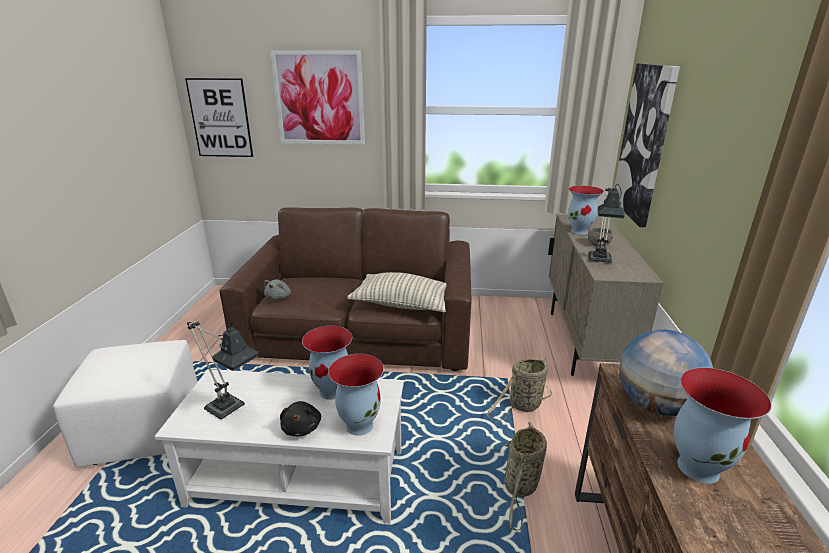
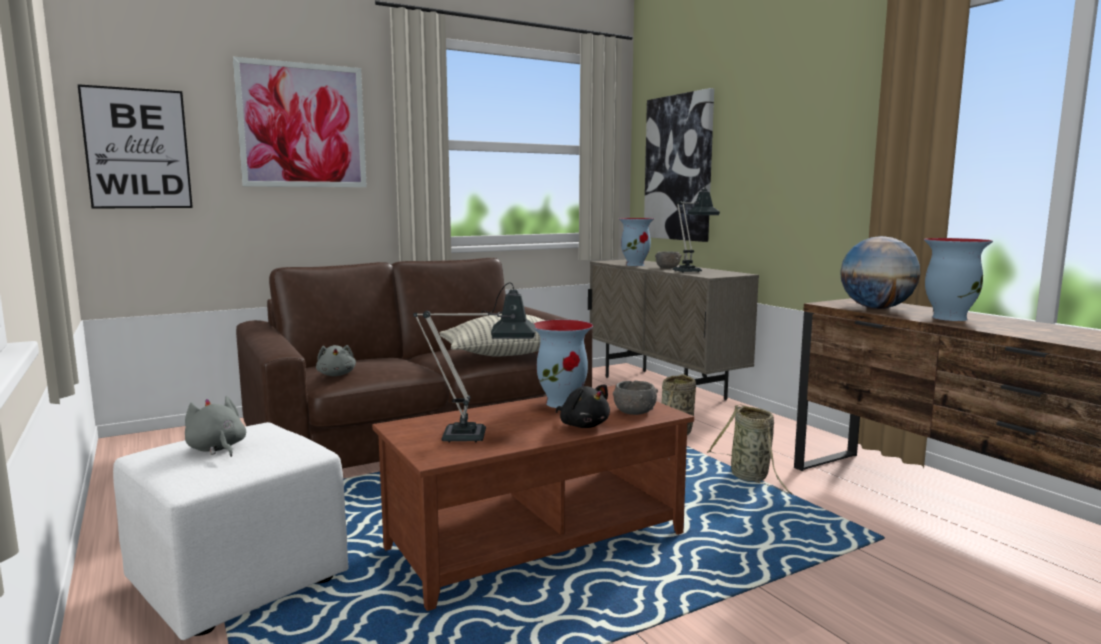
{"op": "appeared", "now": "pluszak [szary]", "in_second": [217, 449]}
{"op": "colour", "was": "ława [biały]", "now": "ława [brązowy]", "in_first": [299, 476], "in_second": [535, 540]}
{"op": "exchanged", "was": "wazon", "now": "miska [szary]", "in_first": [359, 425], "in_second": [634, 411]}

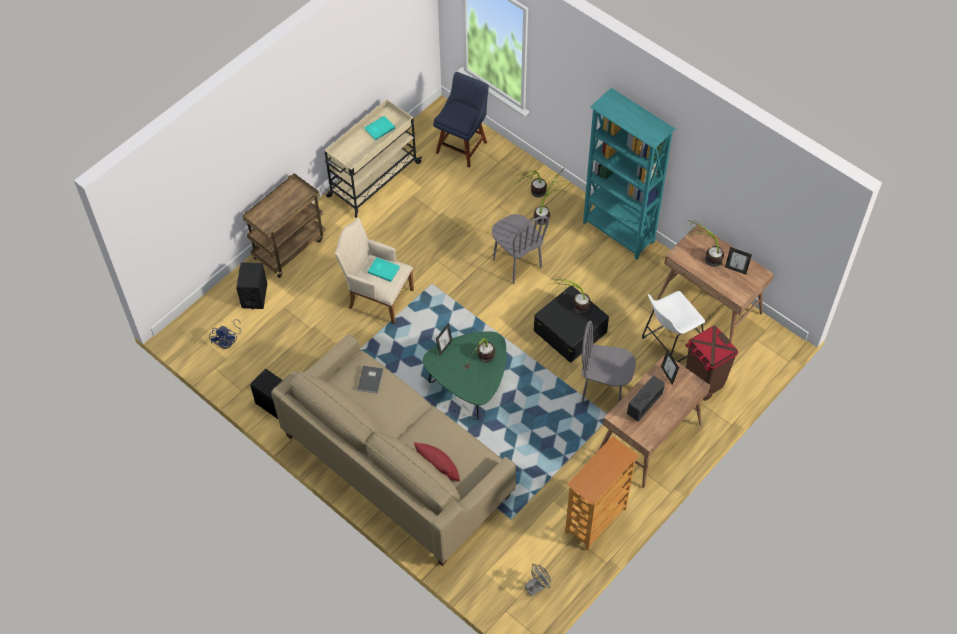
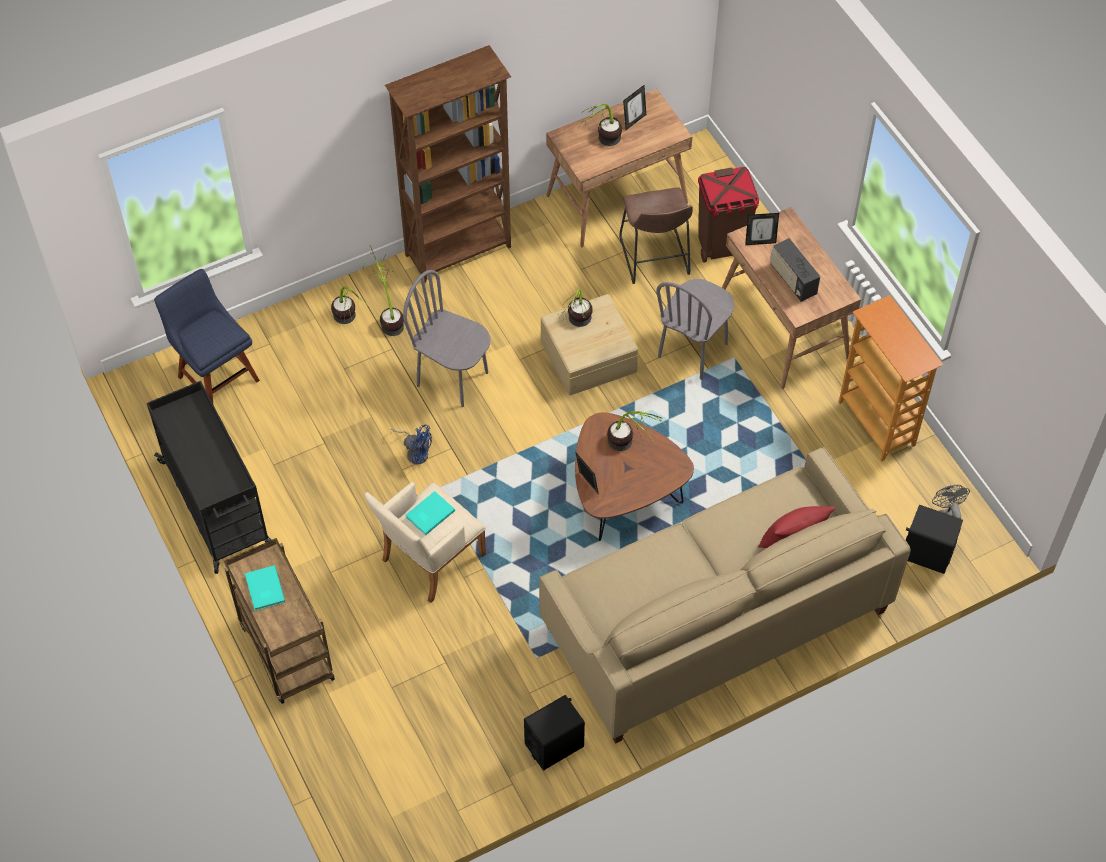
{"op": "colour", "was": "wózek [beżowy]", "now": "wózek [czarny]", "in_first": [373, 180], "in_second": [217, 505]}
{"op": "relocated", "was": "książka [turkusowy]", "in_first": [379, 128], "in_second": [264, 589]}
{"op": "colour", "was": "regał [turkusowy]", "now": "regał [brązowy]", "in_first": [618, 233], "in_second": [459, 251]}
{"op": "relocated", "was": "wentylator [niebieski]", "in_first": [228, 341], "in_second": [415, 452]}
{"op": "spun", "was": "krzesło [szary]", "in_first": [517, 263], "in_second": [453, 378], "clockwise": -135}
{"op": "colour", "was": "pojemnik do przechowywania [czarny]", "now": "pojemnik do przechowywania [beżowy]", "in_first": [570, 330], "in_second": [587, 356]}
{"op": "colour", "was": "ława [zielony]", "now": "ława [brązowy]", "in_first": [469, 385], "in_second": [624, 495]}
{"op": "colour", "was": "stołek [biały]", "now": "stołek [brązowy]", "in_first": [669, 344], "in_second": [654, 260]}
{"op": "relocated", "was": "głośnik [czarny]", "in_first": [254, 296], "in_second": [926, 553]}
{"op": "missing", "was": "książka [szary]", "in_first": [371, 379]}

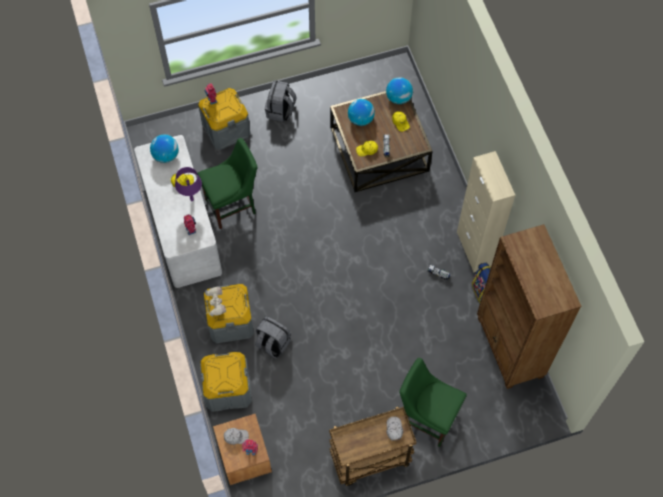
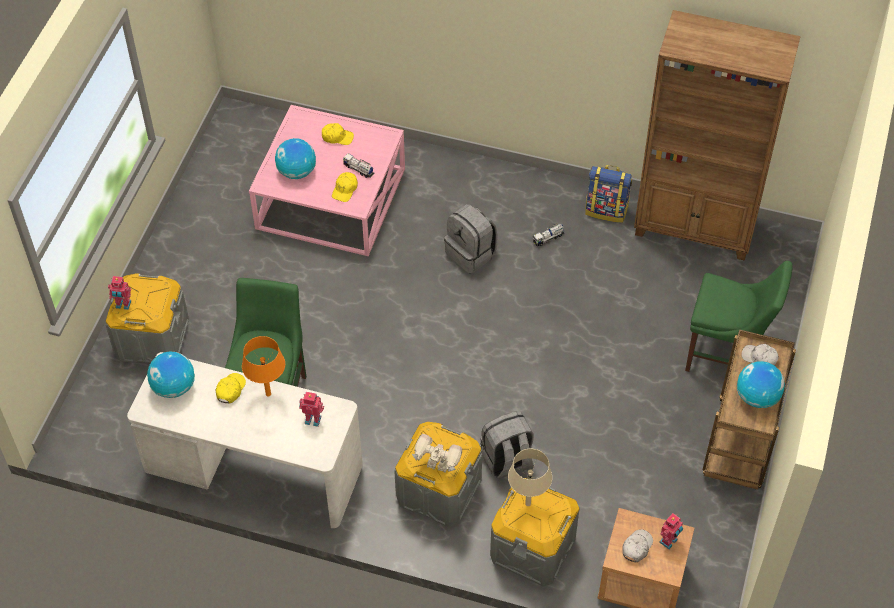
{"op": "colour", "was": "lampa stołowa [fioletowy]", "now": "lampa stołowa [pomarańczowy]", "in_first": [192, 199], "in_second": [268, 394]}
{"op": "colour", "was": "ława [brązowy]", "now": "ława [różowy]", "in_first": [379, 148], "in_second": [330, 198]}
{"op": "relocated", "was": "plecak [szary]", "in_first": [280, 110], "in_second": [471, 253]}
{"op": "appeared", "now": "lampa stołowa [beżowy]", "in_second": [527, 504]}
{"op": "spun", "was": "krzesło [zielony]", "in_first": [427, 417], "in_second": [726, 357], "clockwise": -135}
{"op": "relocated", "was": "globus", "in_first": [398, 98], "in_second": [757, 397]}
{"op": "missing", "was": "szafka [beżowy]", "in_first": [474, 249]}

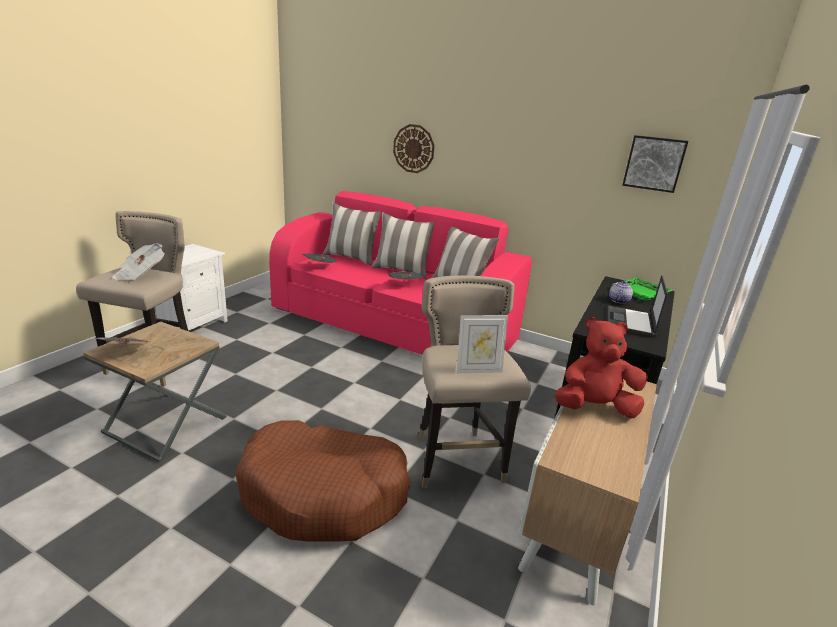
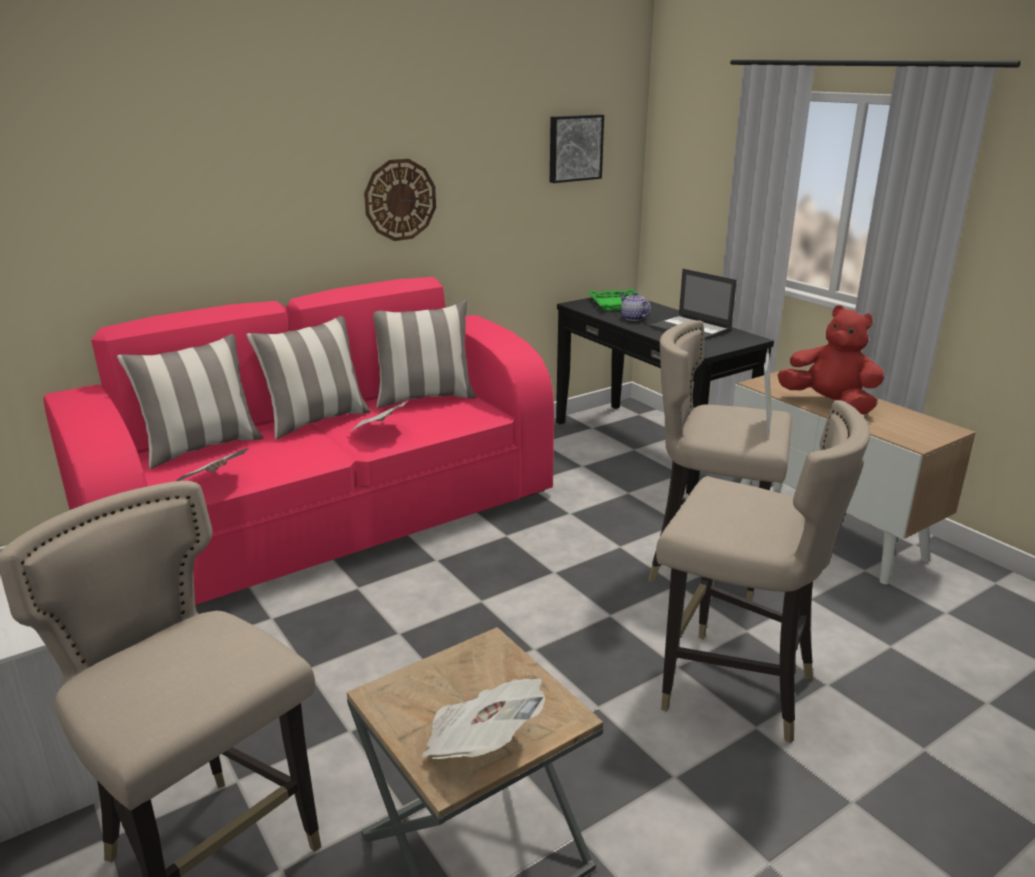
{"op": "relocated", "was": "zegar ścienny", "in_first": [413, 148], "in_second": [400, 200]}
{"op": "exchanged", "was": "legowisko [brązowy]", "now": "stołek [beżowy]", "in_first": [324, 492], "in_second": [735, 688]}
{"op": "spun", "was": "pluszak [czerwony]", "in_first": [594, 408], "in_second": [829, 404], "clockwise": 105}
{"op": "missing", "was": "gazeta", "in_first": [140, 274]}

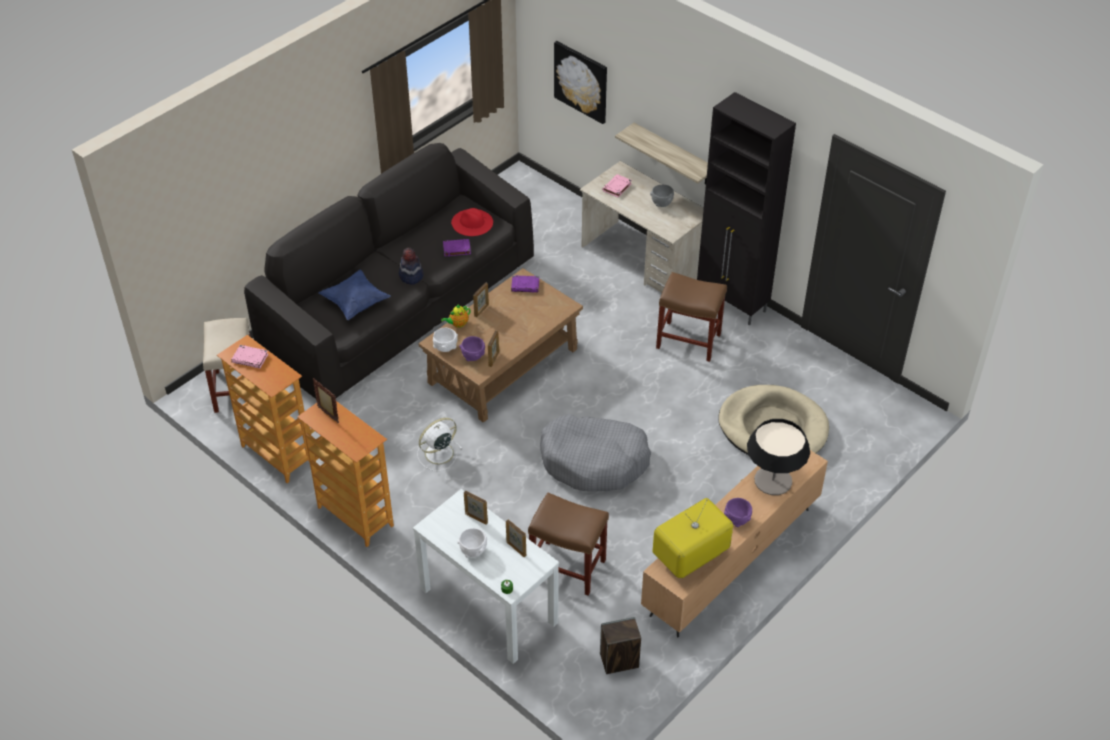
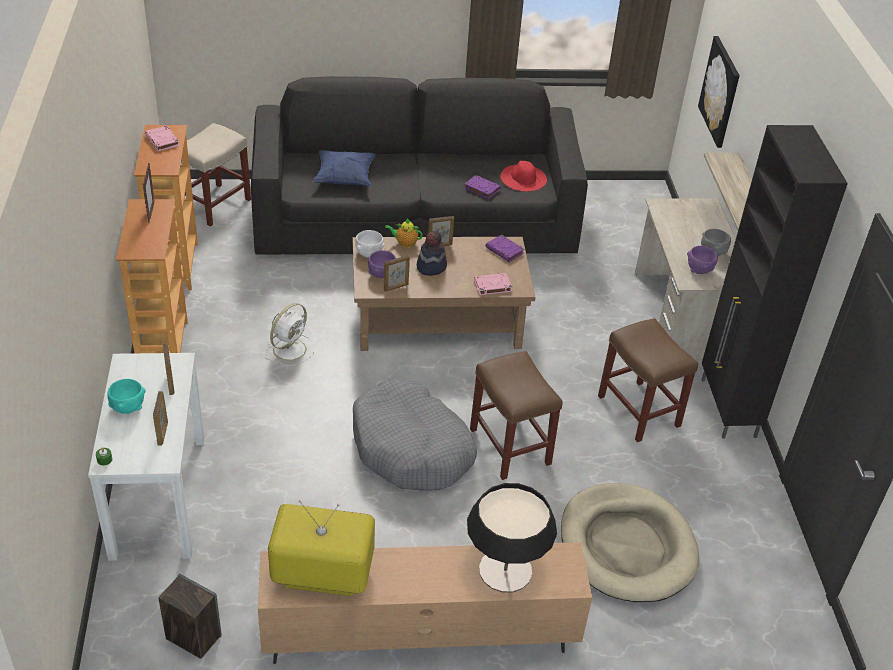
{"op": "colour", "was": "miska [biały]", "now": "miska [turkusowy]", "in_first": [473, 550], "in_second": [128, 407]}
{"op": "spun", "was": "wentylator [biały]", "in_first": [438, 454], "in_second": [290, 349], "clockwise": 120}
{"op": "relocated", "was": "kapelusz", "in_first": [411, 276], "in_second": [431, 266]}
{"op": "relocated", "was": "stołek [brązowy]", "in_first": [568, 567], "in_second": [511, 447]}
{"op": "relocated", "was": "książka [różowy]", "in_first": [617, 187], "in_second": [492, 286]}
{"op": "relocated", "was": "miska [fioletowy]", "in_first": [737, 520], "in_second": [699, 270]}

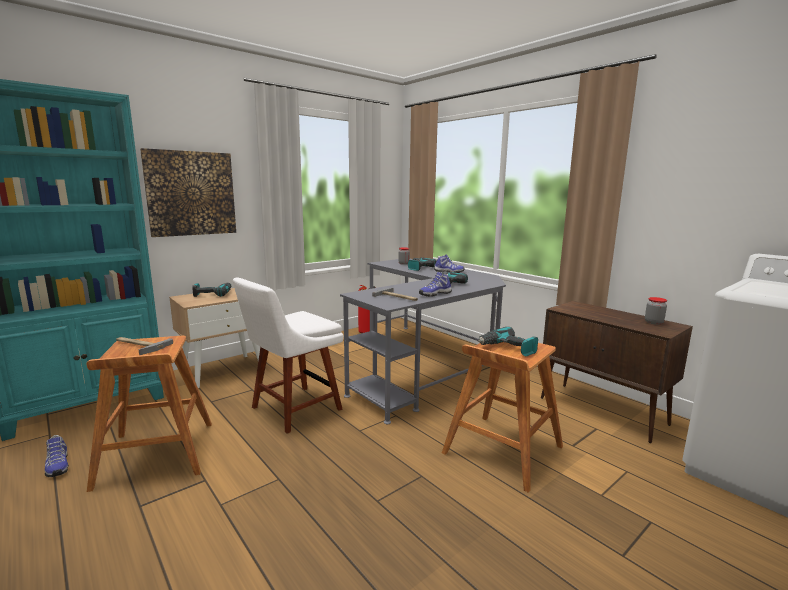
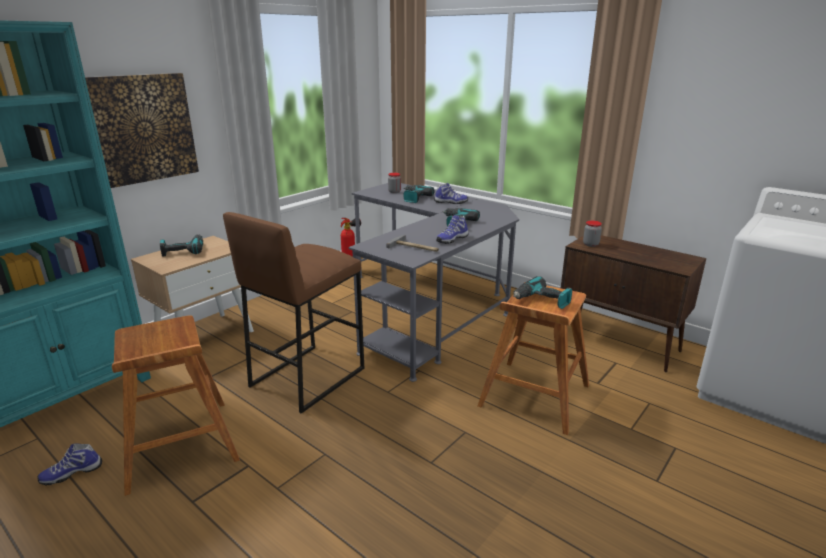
{"op": "spun", "was": "but", "in_first": [57, 466], "in_second": [72, 473], "clockwise": 105}
{"op": "exchanged", "was": "krzesło [biały]", "now": "stołek [brązowy]", "in_first": [292, 410], "in_second": [307, 376]}
{"op": "relocated", "was": "słoik", "in_first": [653, 322], "in_second": [590, 244]}
{"op": "missing", "was": "młotek", "in_first": [138, 345]}

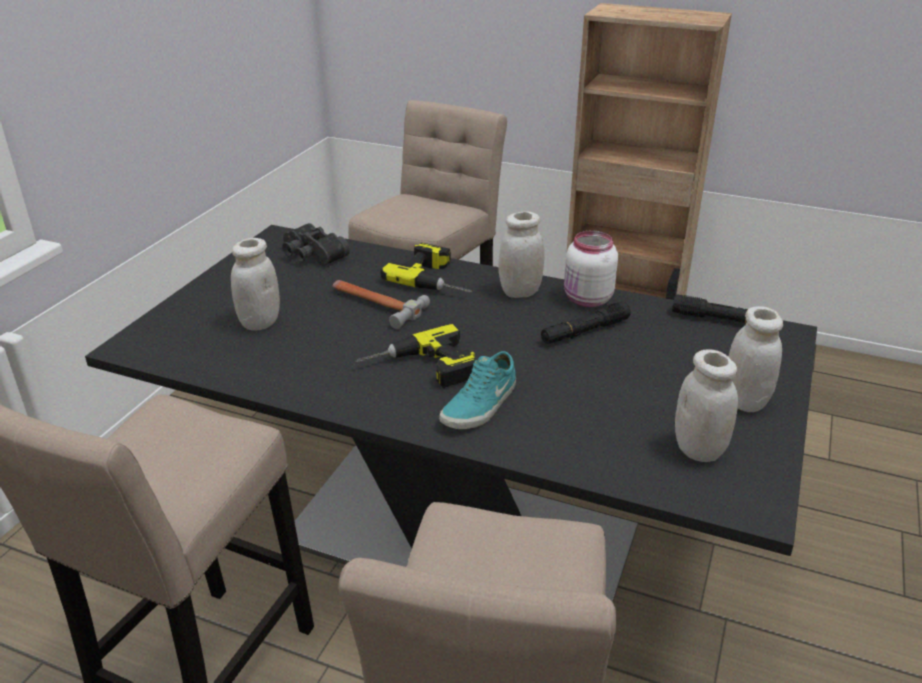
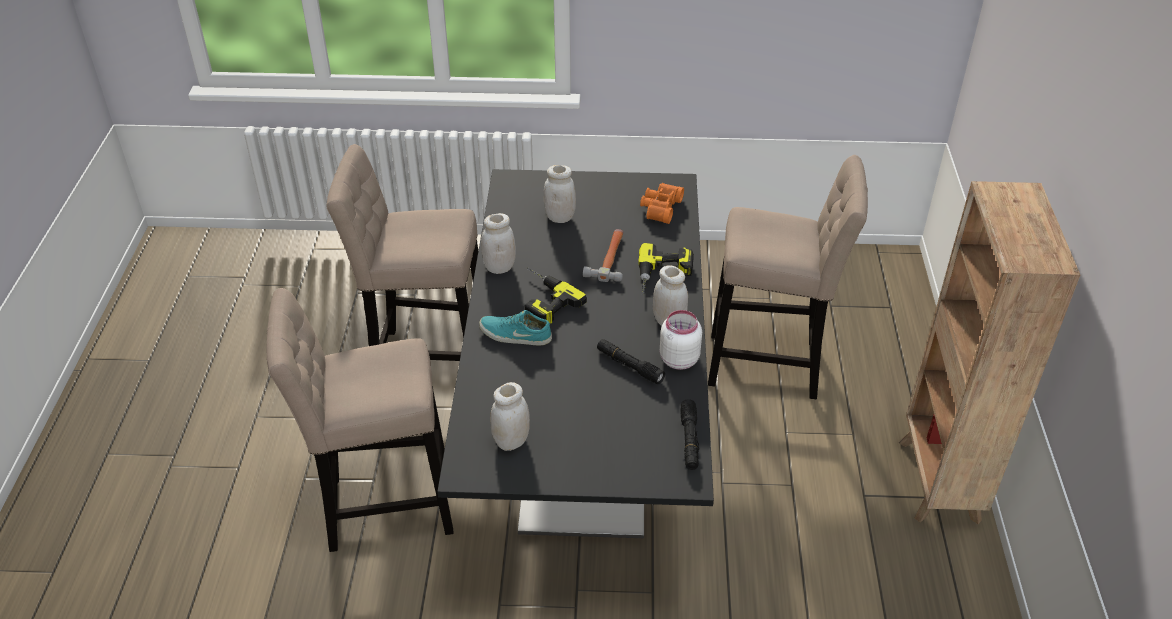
{"op": "relocated", "was": "słoik [biały]", "in_first": [745, 401], "in_second": [499, 267]}
{"op": "colour", "was": "lornetka [czarny]", "now": "lornetka [pomarańczowy]", "in_first": [311, 256], "in_second": [659, 208]}

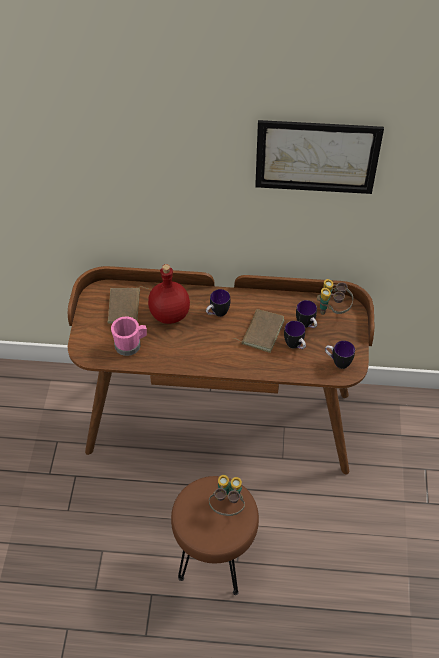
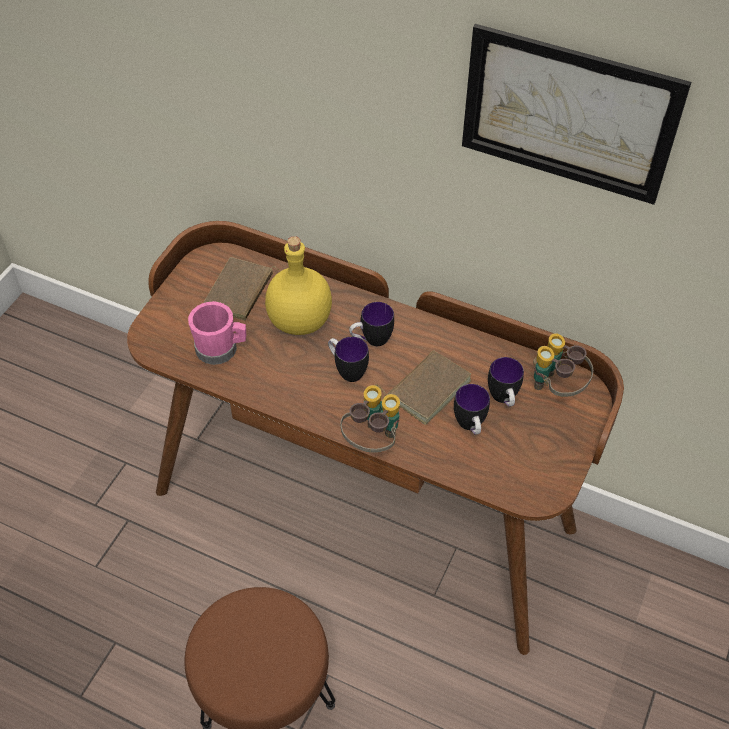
{"op": "colour", "was": "butelka [czerwony]", "now": "butelka [żółty]", "in_first": [169, 315], "in_second": [299, 322]}
{"op": "relocated", "was": "kubek", "in_first": [337, 362], "in_second": [347, 370]}
{"op": "relocated", "was": "lornetka", "in_first": [227, 505], "in_second": [373, 441]}

